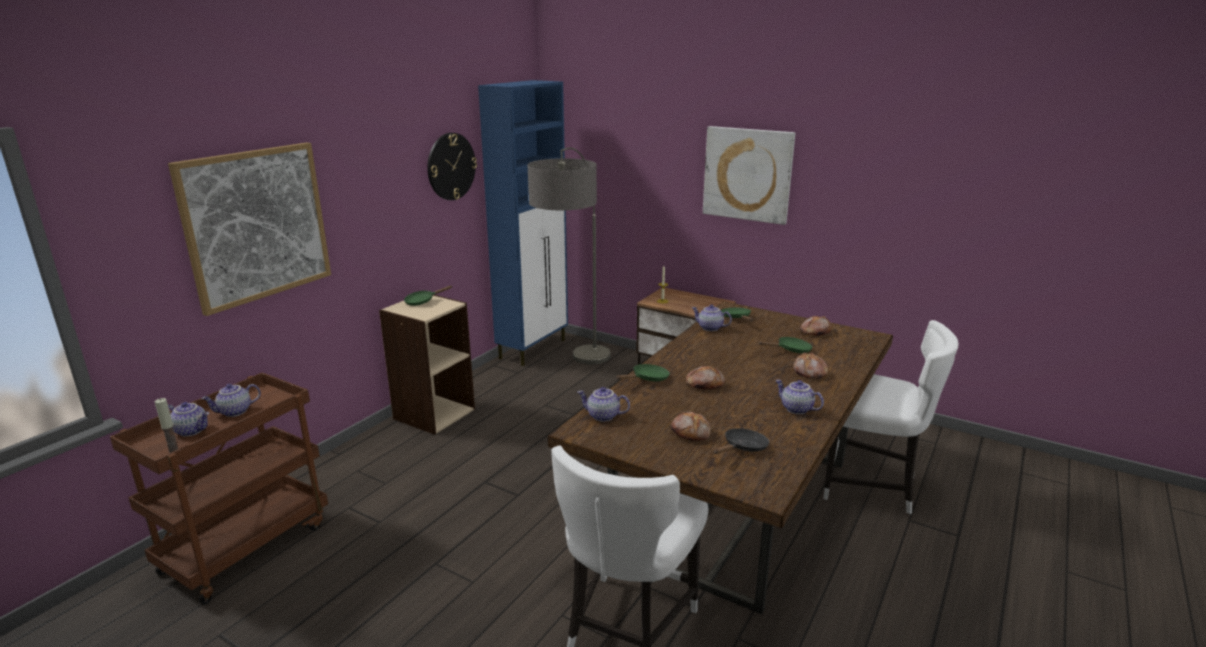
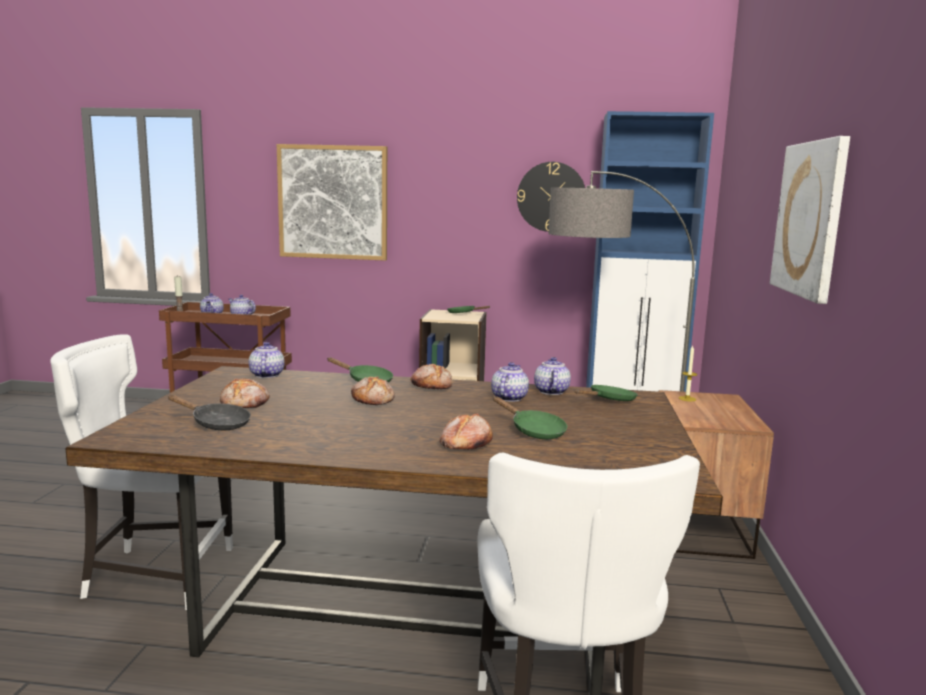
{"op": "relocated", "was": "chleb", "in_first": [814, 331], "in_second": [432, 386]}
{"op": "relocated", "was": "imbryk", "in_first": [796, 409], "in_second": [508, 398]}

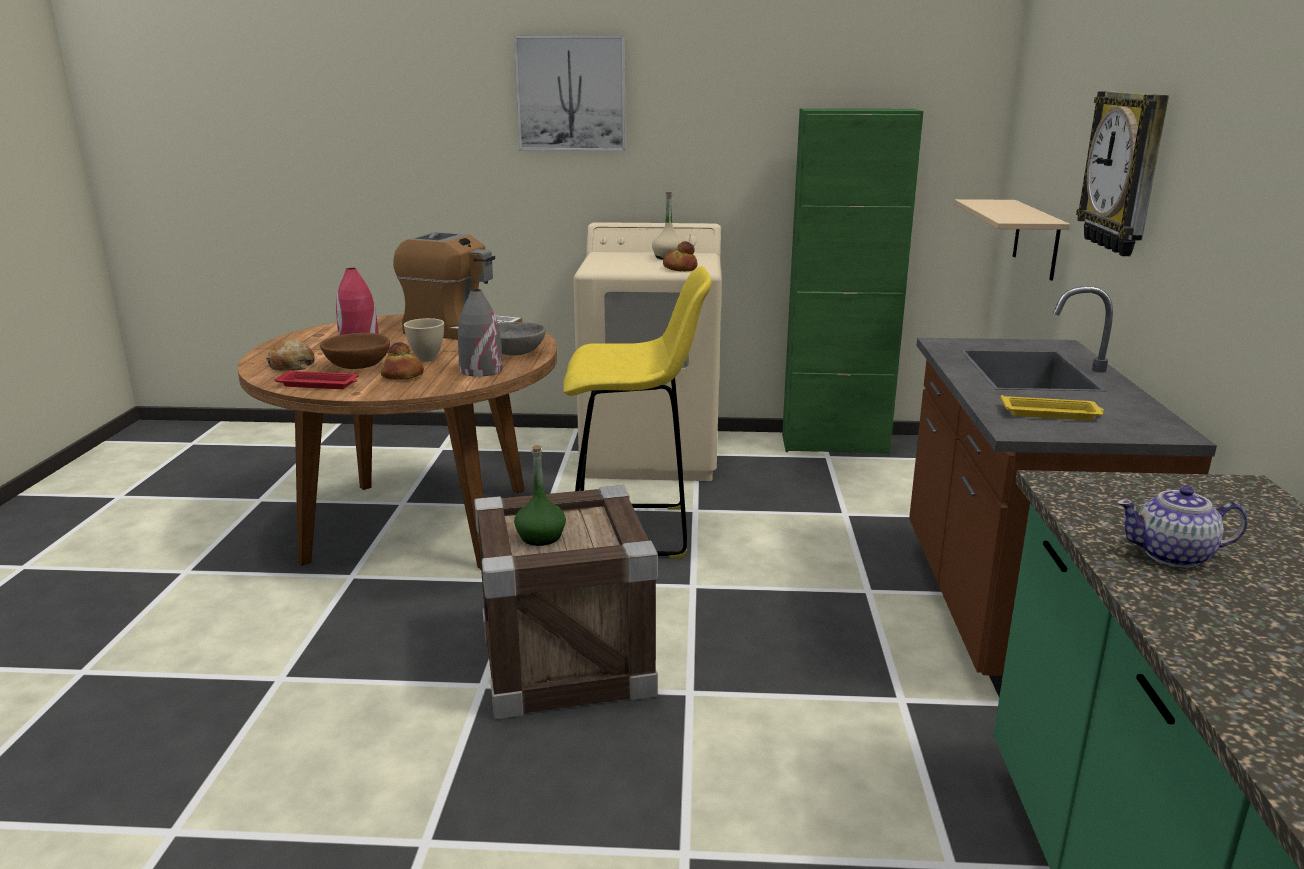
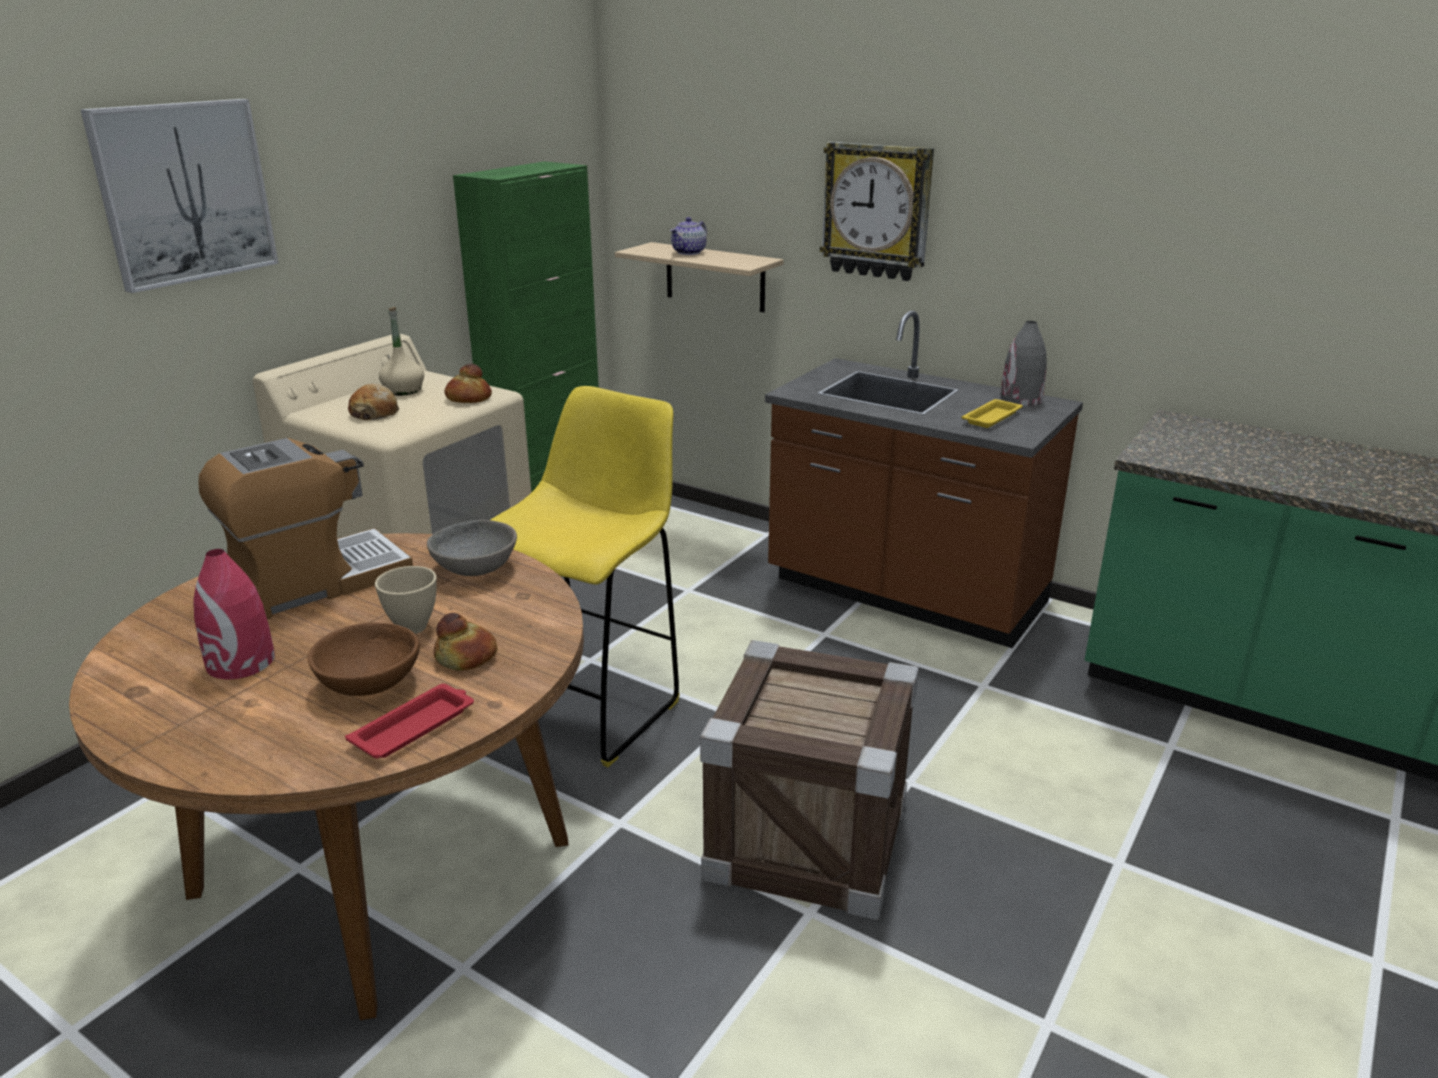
{"op": "relocated", "was": "chleb", "in_first": [291, 366], "in_second": [375, 413]}
{"op": "relocated", "was": "imbryk", "in_first": [1173, 555], "in_second": [689, 252]}
{"op": "relocated", "was": "wazon [szary]", "in_first": [480, 370], "in_second": [1020, 399]}
{"op": "missing", "was": "butelka [zielony]", "in_first": [541, 537]}

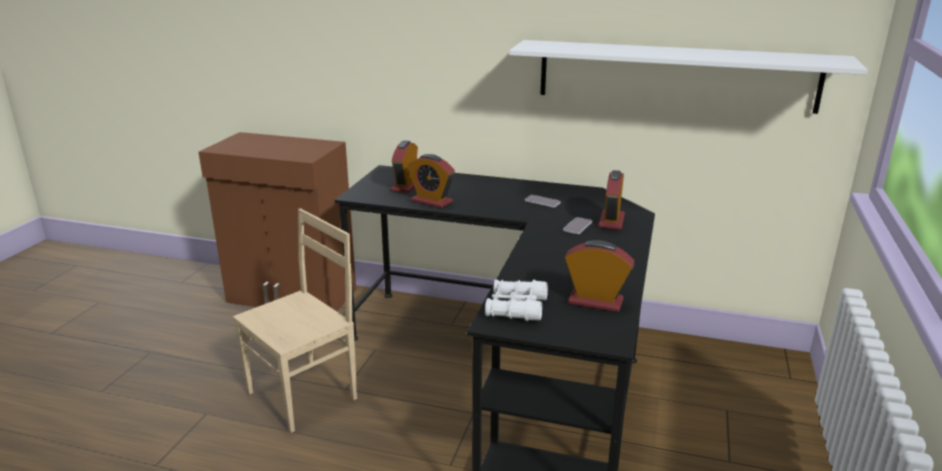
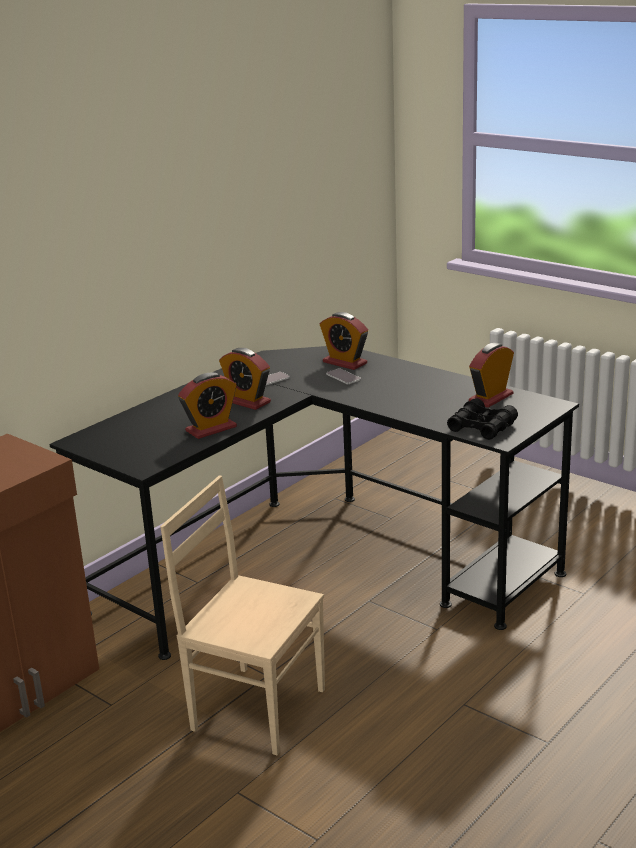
{"op": "spun", "was": "krzesło [beżowy]", "in_first": [304, 395], "in_second": [257, 707], "clockwise": -45}
{"op": "relocated", "was": "budzik", "in_first": [406, 186], "in_second": [247, 401]}
{"op": "colour", "was": "lornetka [biały]", "now": "lornetka [czarny]", "in_first": [516, 308], "in_second": [482, 427]}
{"op": "missing", "was": "półka [biały]", "in_first": [675, 75]}

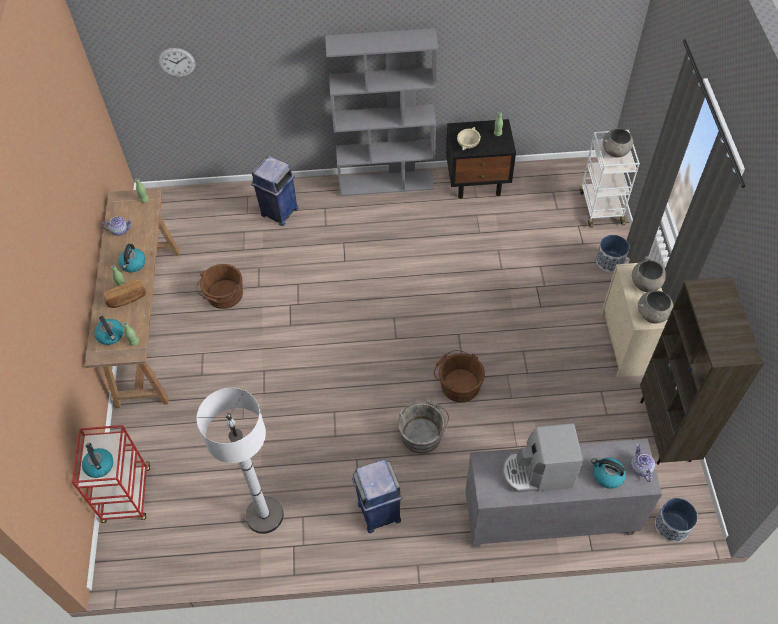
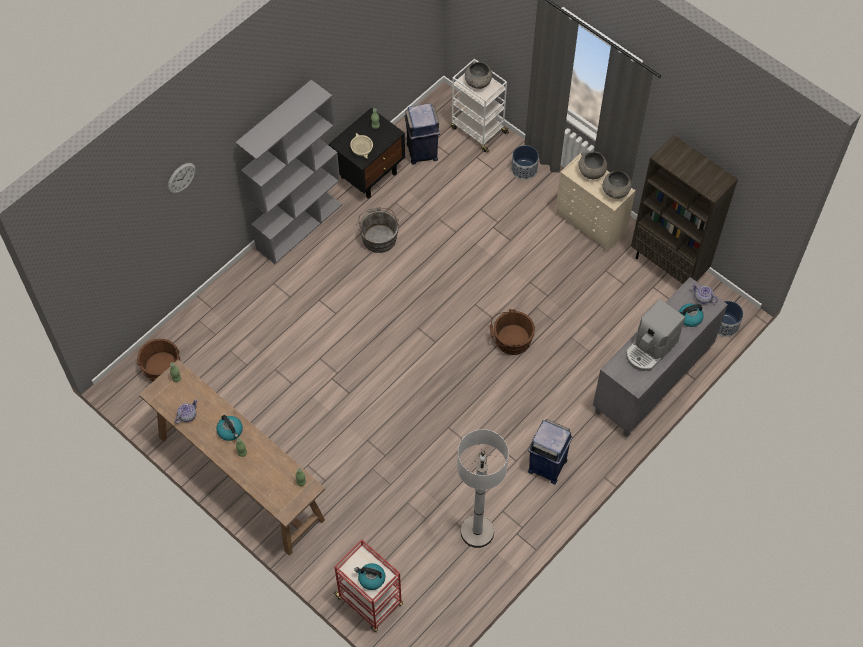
{"op": "relocated", "was": "wiadro [brązowy]", "in_first": [223, 296], "in_second": [162, 369]}
{"op": "relocated", "was": "zegar ścienny", "in_first": [176, 62], "in_second": [181, 178]}
{"op": "relocated", "was": "wiadro [szary]", "in_first": [422, 433], "in_second": [379, 236]}
{"op": "relocated", "was": "kosz na śmieci [niebieski]", "in_first": [279, 212], "in_second": [422, 152]}
{"op": "missing", "was": "czajnik", "in_first": [111, 335]}
{"op": "missing", "was": "chleb", "in_first": [127, 299]}

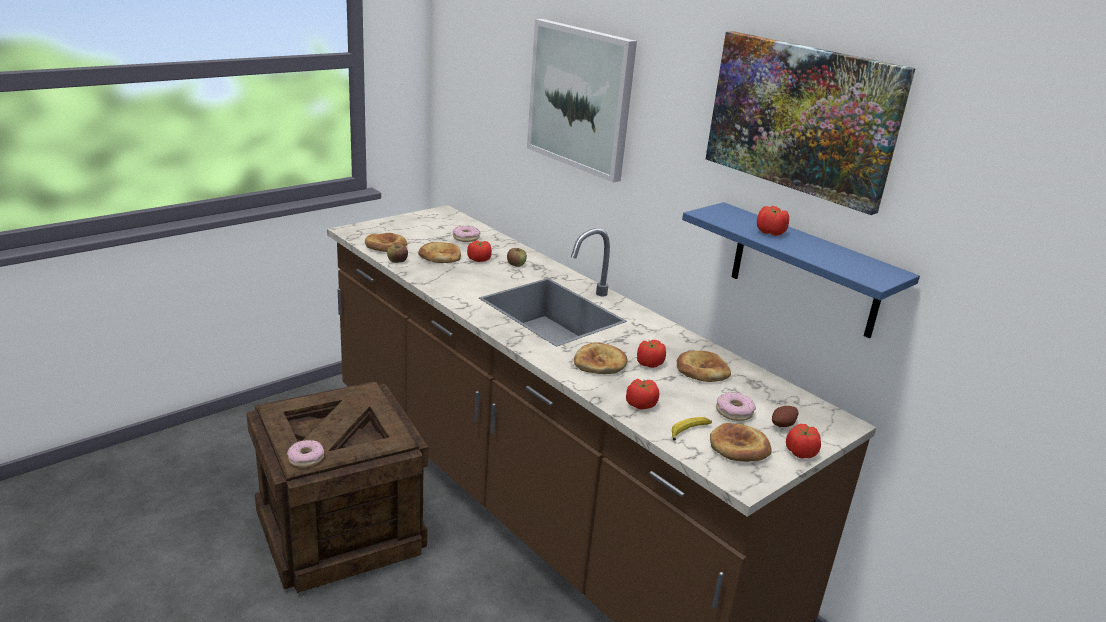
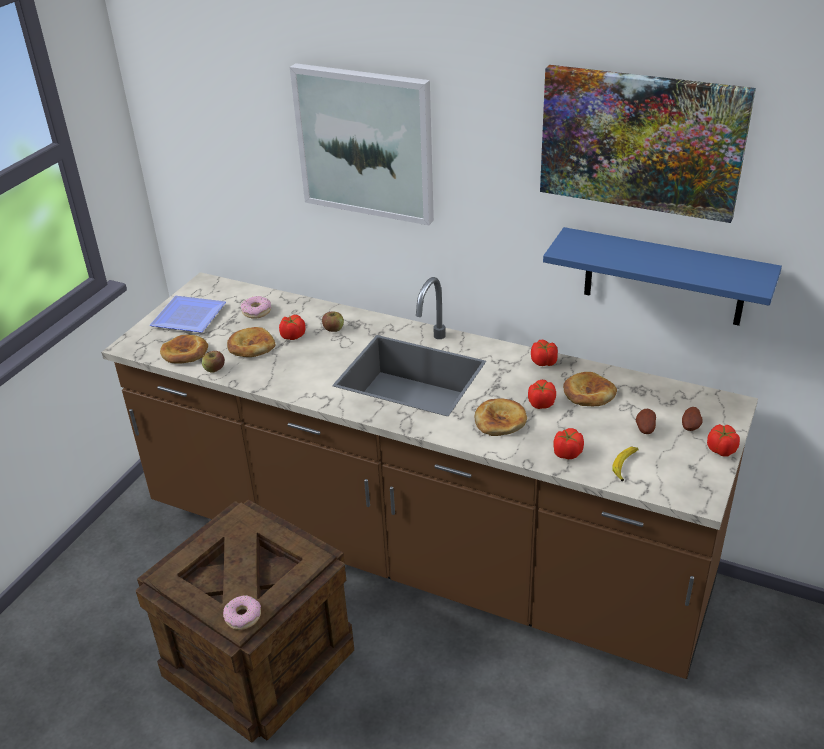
{"op": "appeared", "now": "talerz", "in_second": [190, 318]}
{"op": "relocated", "was": "pomidor", "in_first": [770, 232], "in_second": [544, 362]}
{"op": "exchanged", "was": "donut", "now": "ziemniak", "in_first": [734, 412], "in_second": [644, 429]}
{"op": "missing", "was": "chleb", "in_first": [738, 447]}

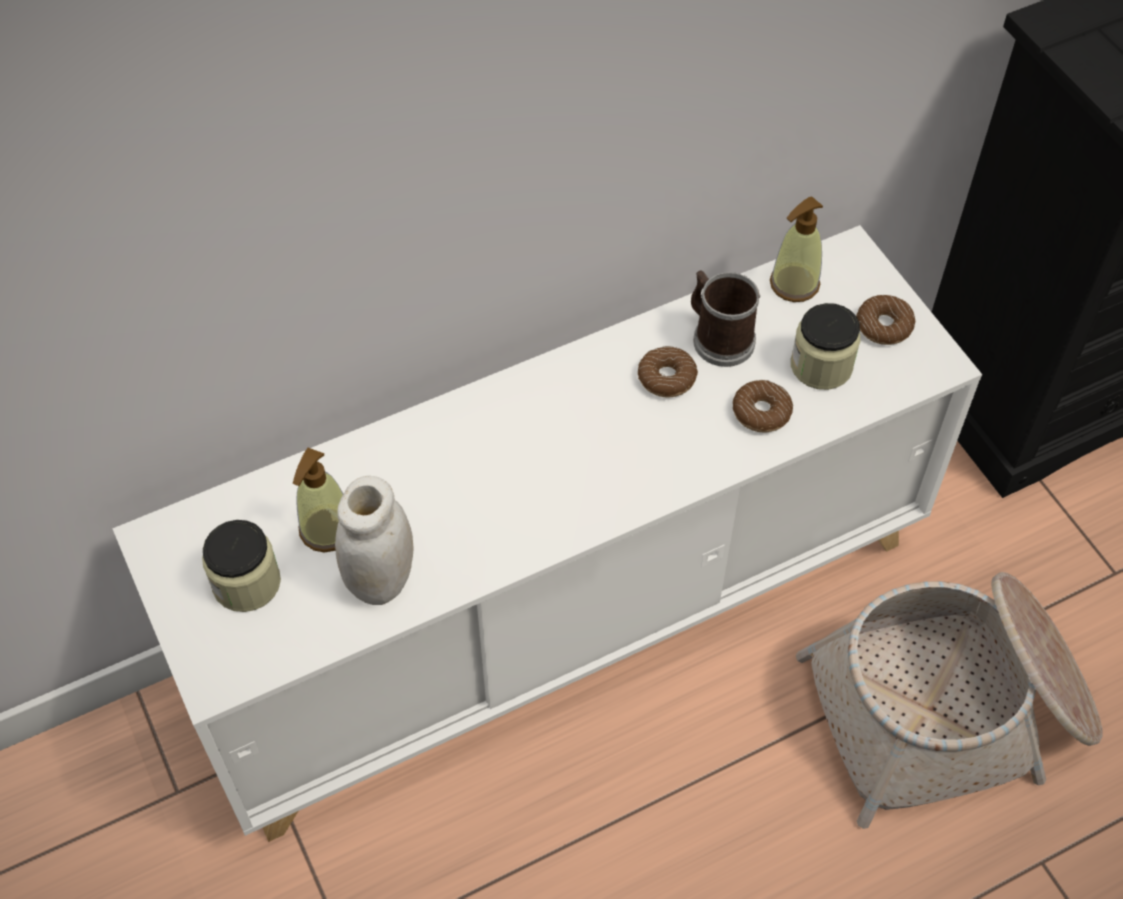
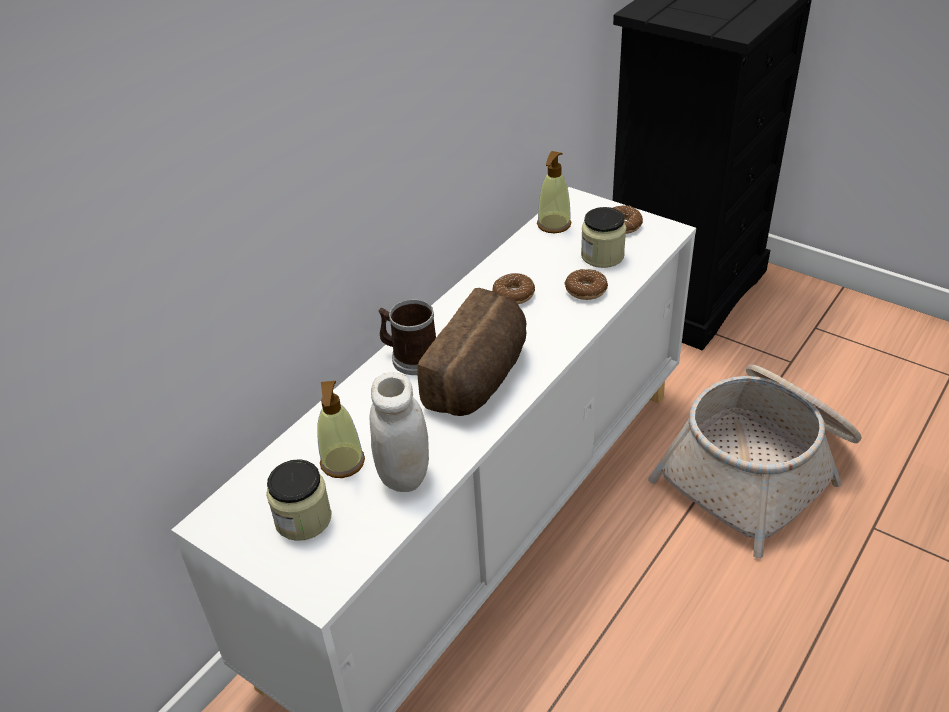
{"op": "relocated", "was": "kubek", "in_first": [718, 337], "in_second": [410, 357]}
{"op": "appeared", "now": "chleb", "in_second": [481, 378]}

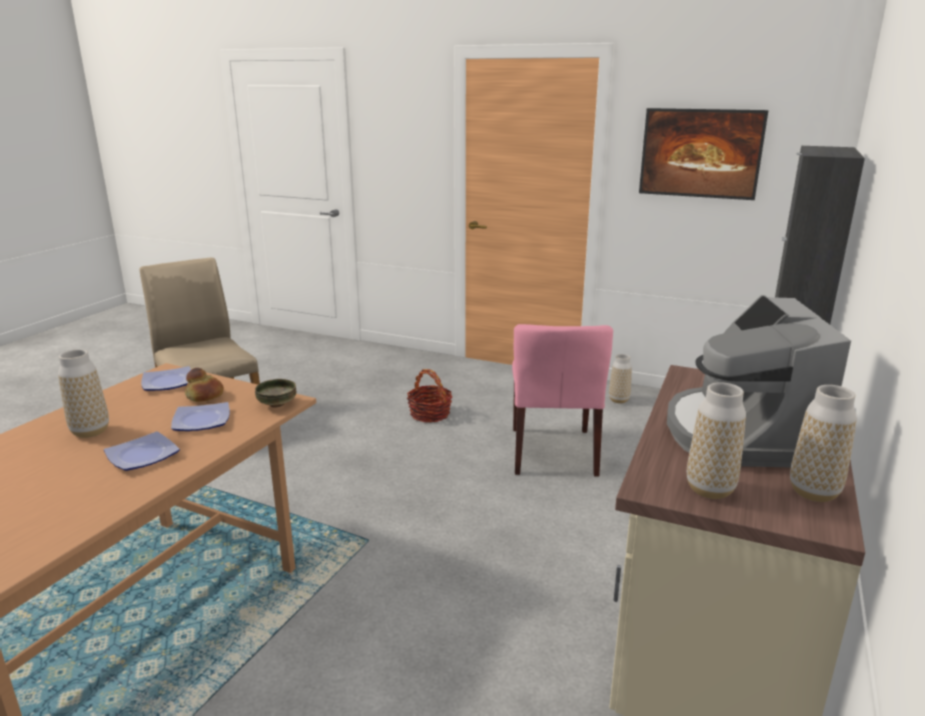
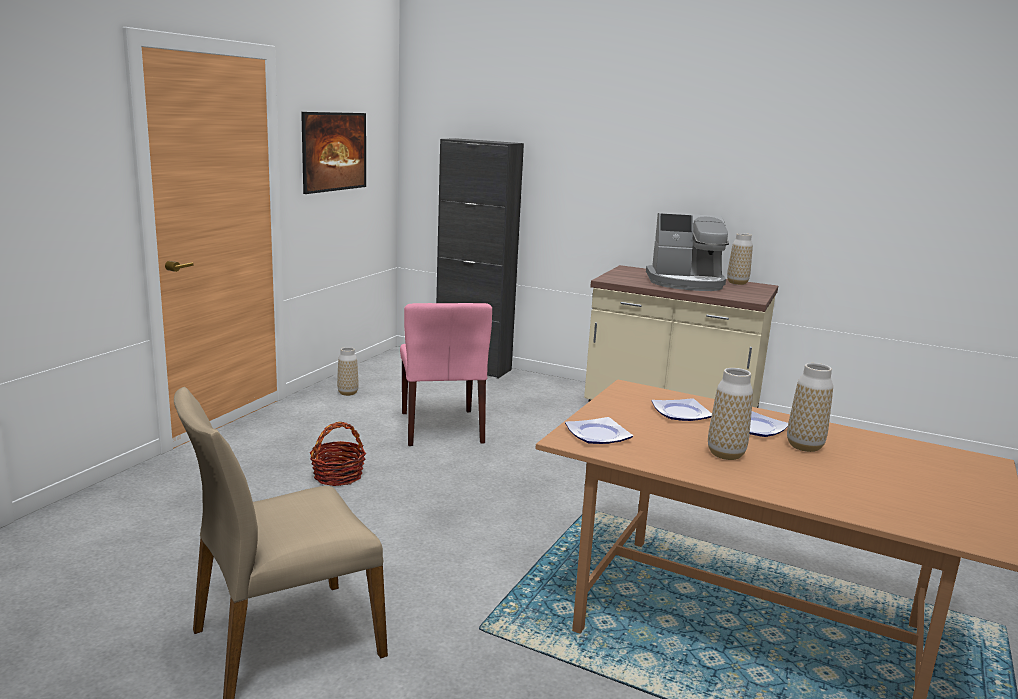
{"op": "spun", "was": "krzesło [różowy]", "in_first": [553, 452], "in_second": [442, 427], "clockwise": 75}
{"op": "relocated", "was": "wazon", "in_first": [710, 489], "in_second": [804, 446]}
{"op": "missing", "was": "chleb", "in_first": [204, 396]}
{"op": "missing", "was": "miska", "in_first": [277, 404]}

